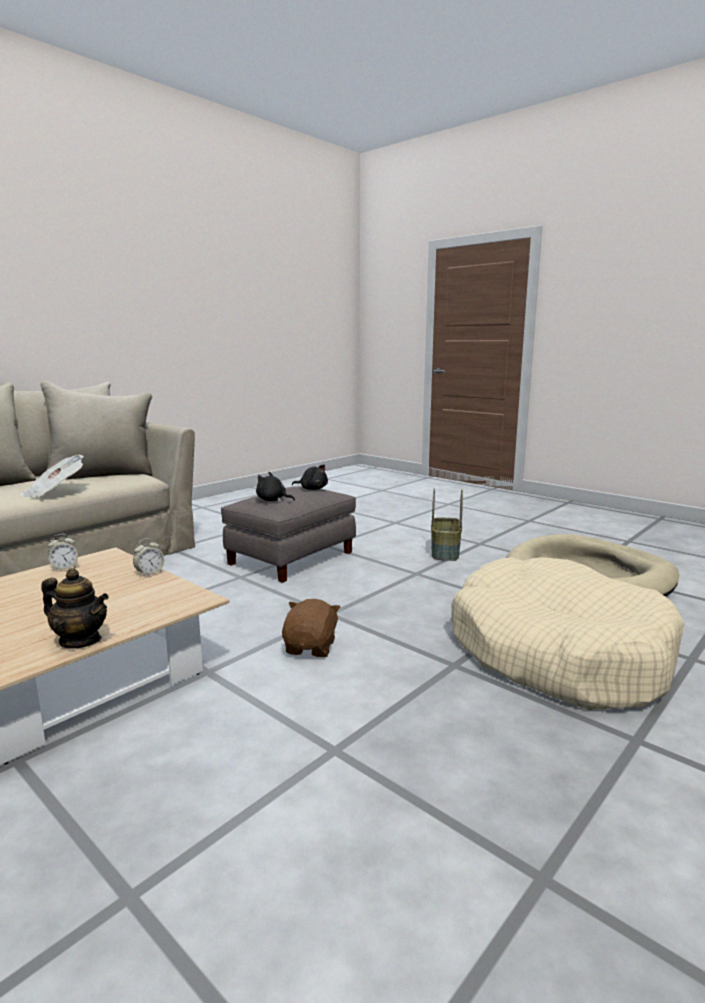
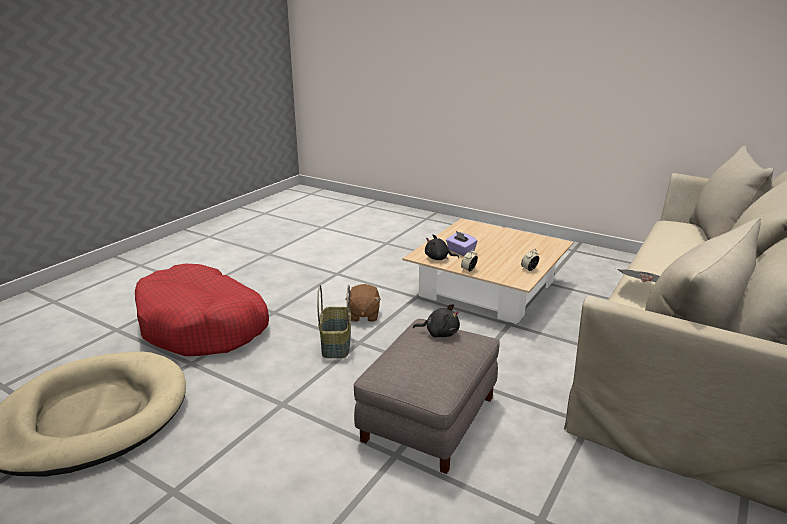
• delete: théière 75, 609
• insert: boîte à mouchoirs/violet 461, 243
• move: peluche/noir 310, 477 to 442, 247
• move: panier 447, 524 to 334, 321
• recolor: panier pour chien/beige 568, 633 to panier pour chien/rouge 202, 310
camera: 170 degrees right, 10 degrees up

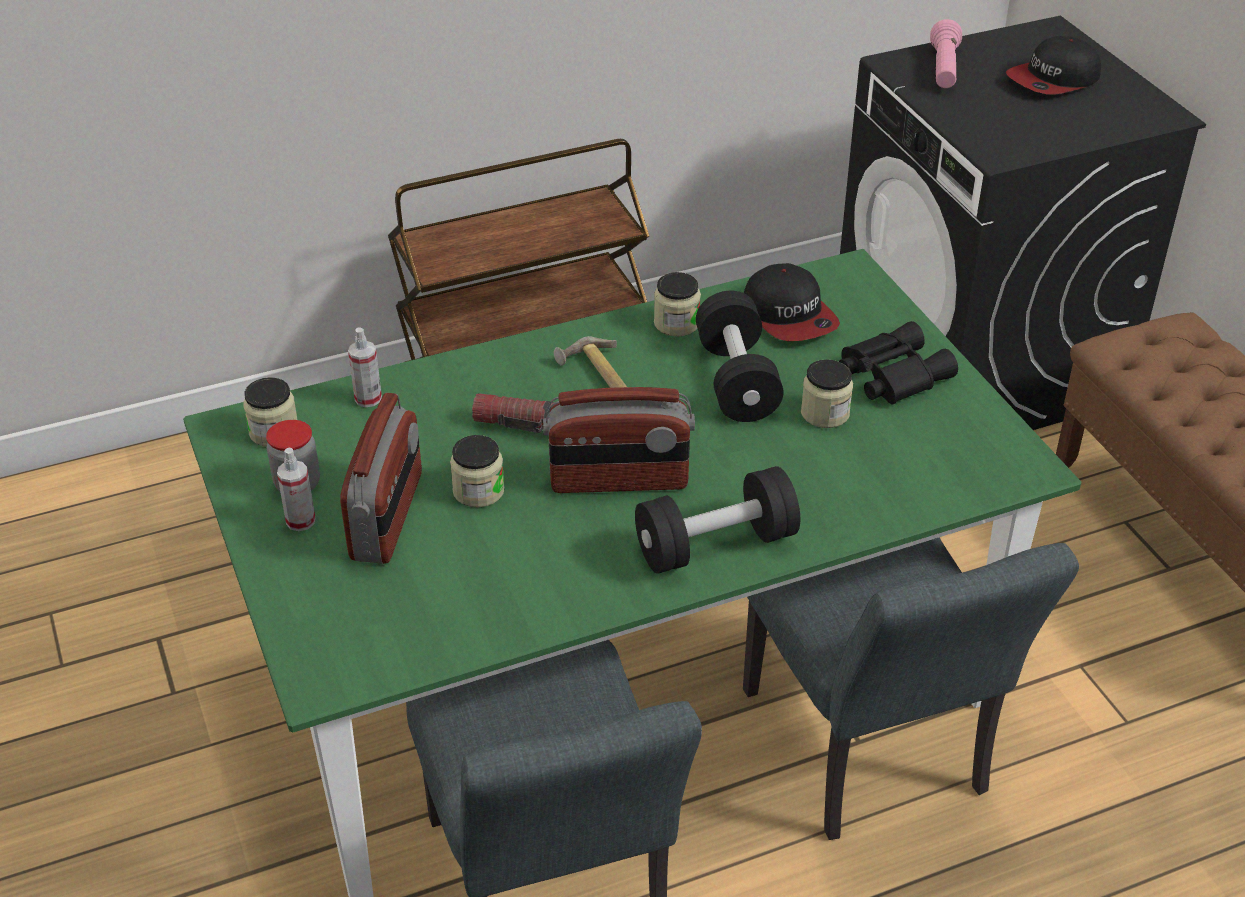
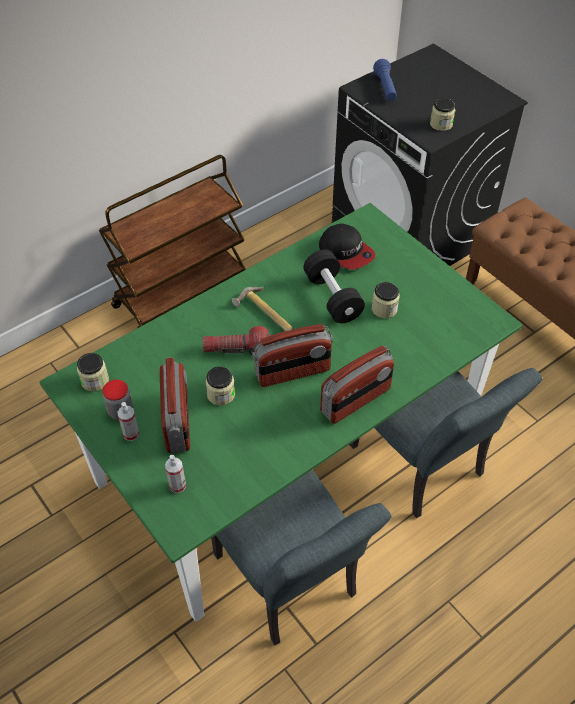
• delete: jumelles/noir 898, 362
• delete: casquette 1053, 65
• move: vaporisateur 365, 367 to 175, 474
• move: bocal 677, 304 to 442, 114
• replace: haltère/noir 717, 520 to radio 357, 385
• recolor: lampe de poche/rose 946, 53 to lampe de poche/bleu 385, 80
camera: 15 degrees left, 10 degrees up

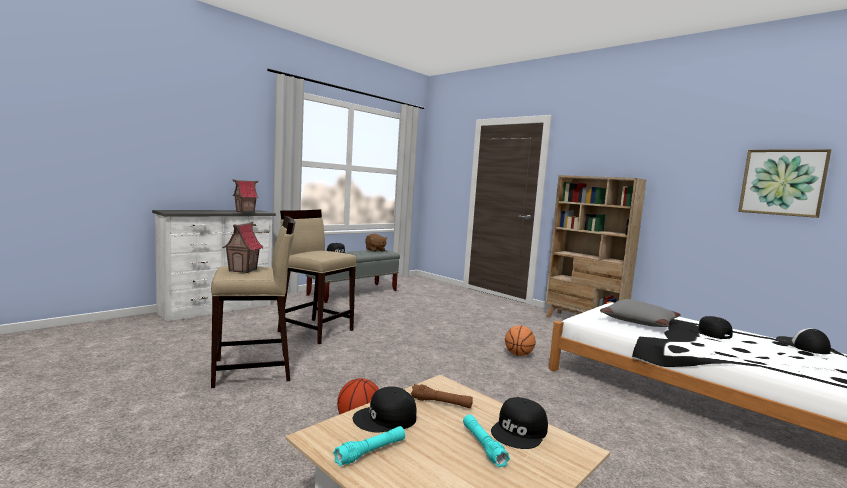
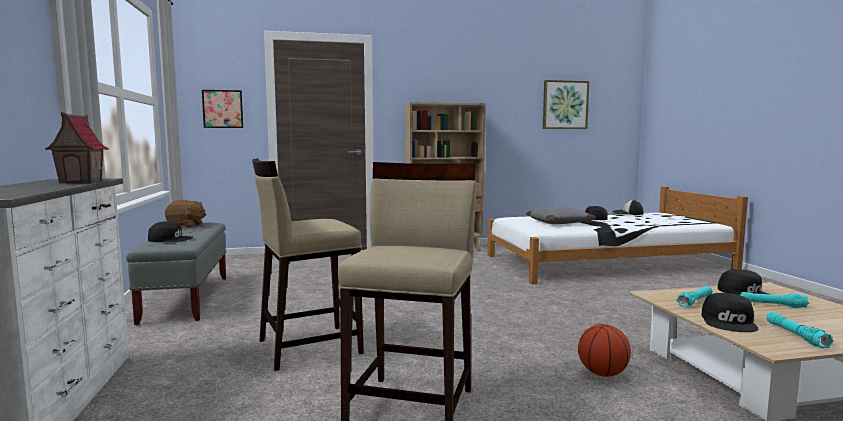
• delete: maison miniature 243, 247
• delete: ballon de basket 520, 340
• insert: tableau 222, 109
• recolor: lampe de poche/marron 442, 396 to lampe de poche/turquoise 694, 296
camera: 55 degrees left, 0 degrees up

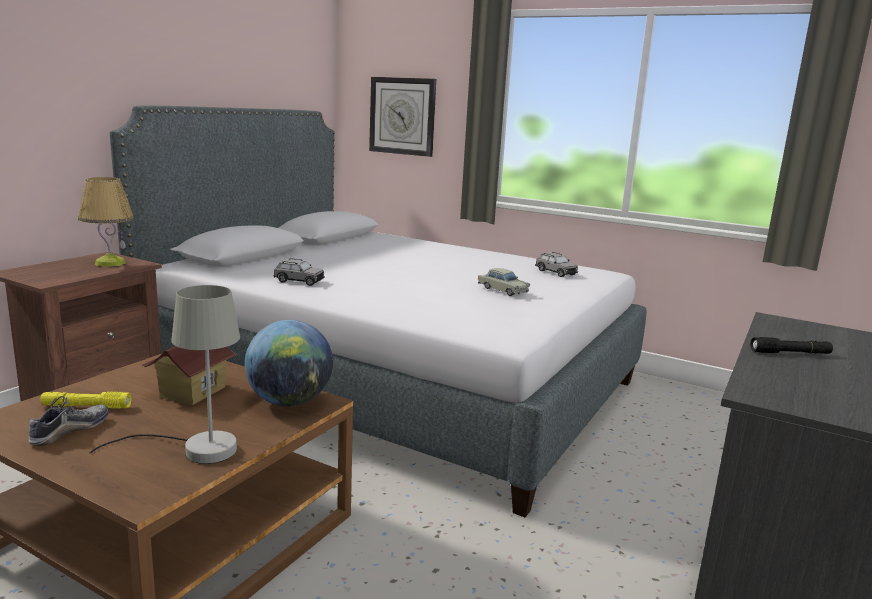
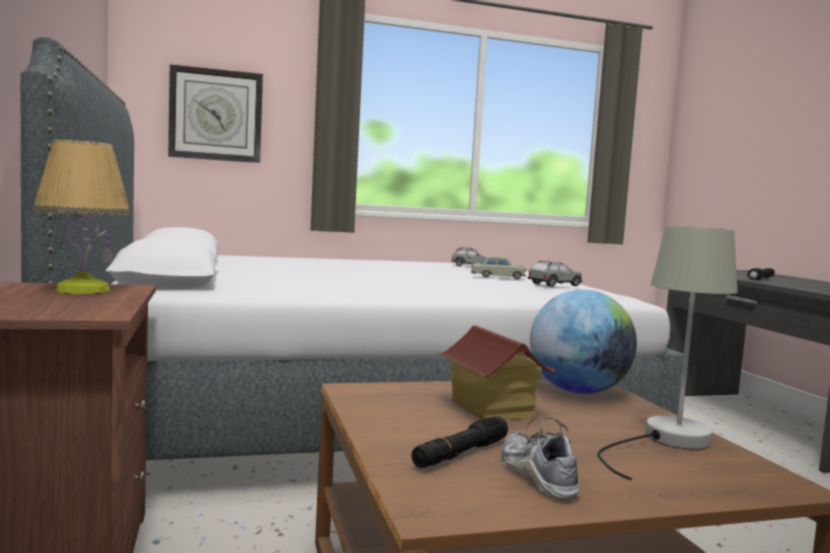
• move: petite voiture/gris 299, 272 to 554, 274
• recolor: lampe de poche/jaune 86, 400 to lampe de poche/noir 460, 442
camera: 45 degrees left, 10 degrees down

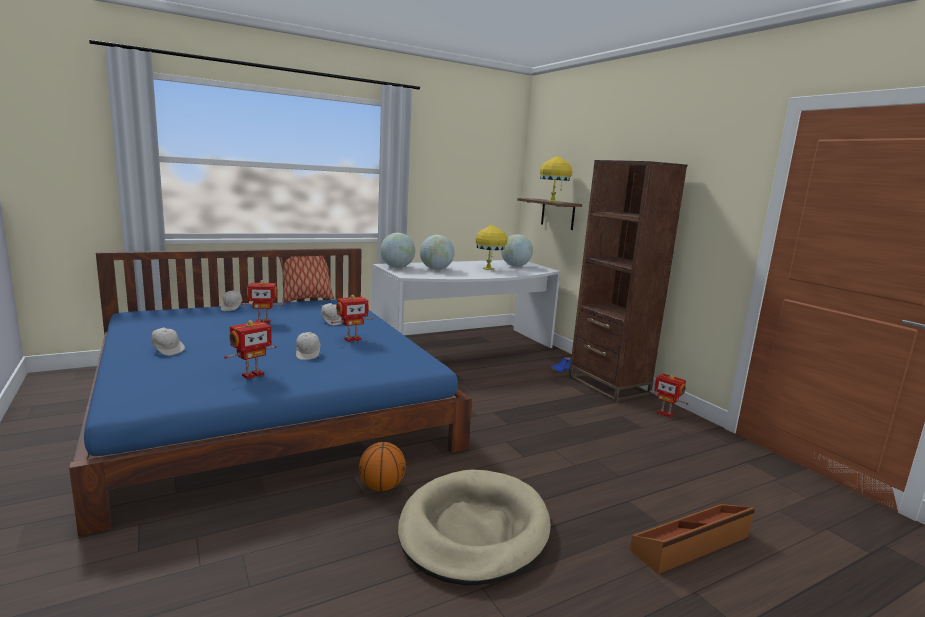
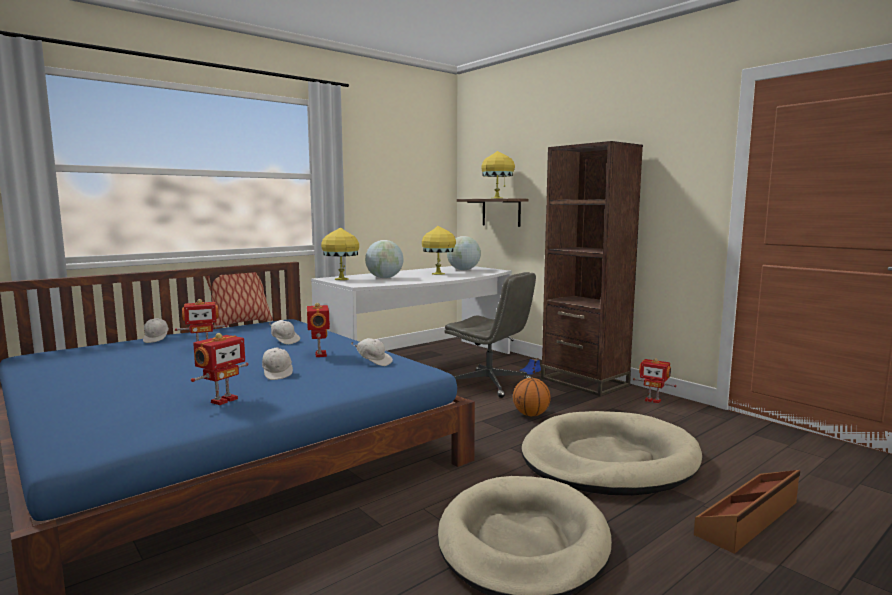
• insert: chaise de bureau/gris 490, 335
• insert: panier pour chien/beige 611, 453
• move: casquette/blanc 168, 342 to 372, 352
• move: ballon de basket 382, 466 to 532, 397
• replace: globe 397, 250 to lampe de table/jaune 340, 253
• rotate: robot jouet 352, 318 = 318, 330 60 degrees counterclockwise
camera: 10 degrees left, 5 degrees down

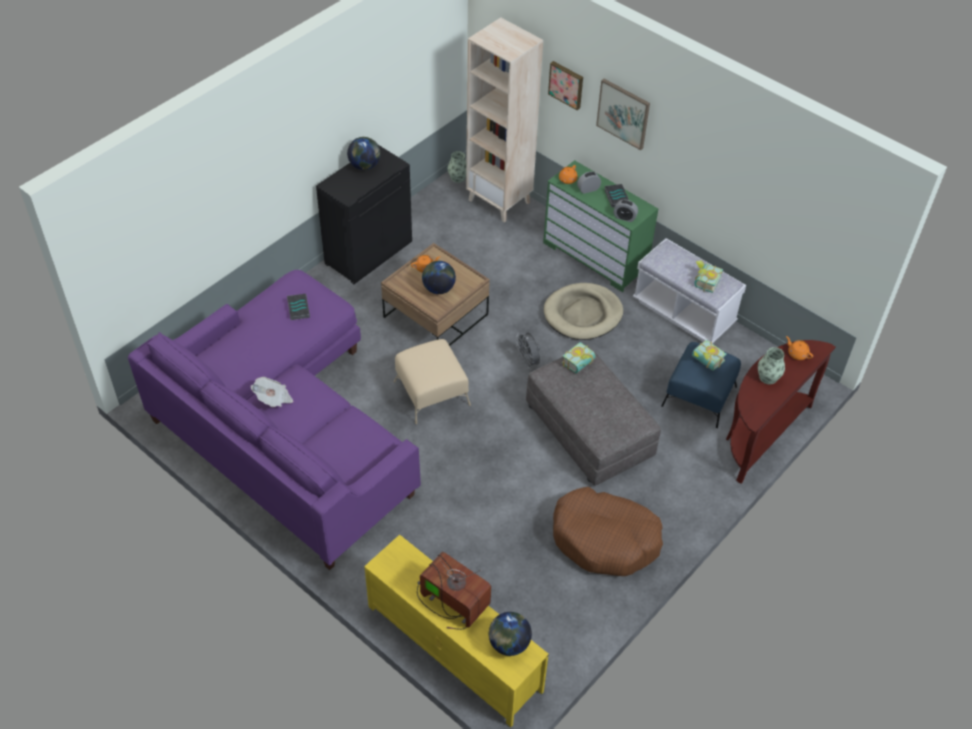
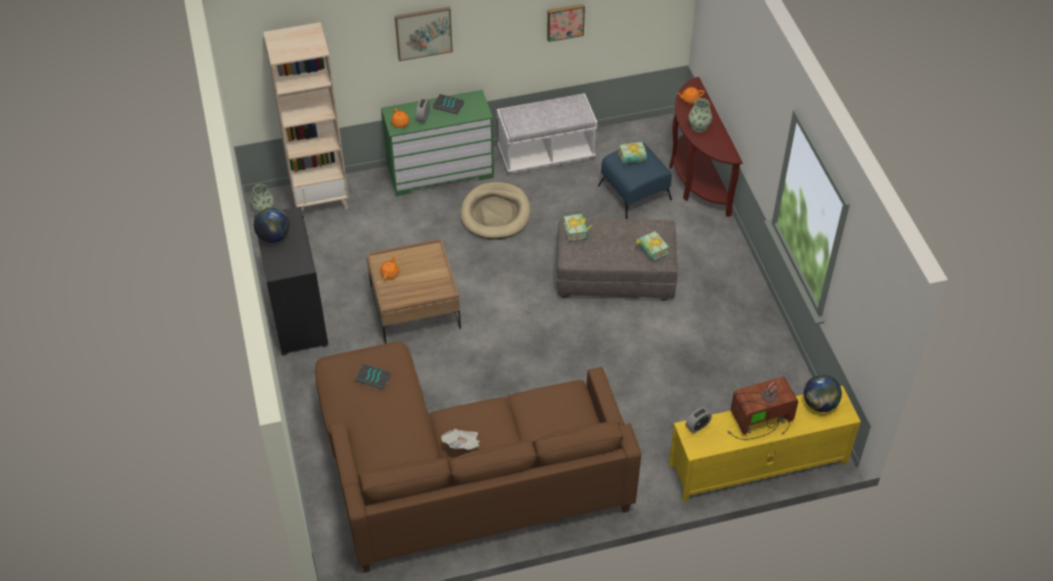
• delete: pouf/beige 432, 381
• delete: globe 439, 277
• delete: ventilateur/gris 528, 350
• delete: panier pour chien/marron 608, 531
• move: tableau 565, 85 to 566, 23
• move: réveil 626, 211 to 699, 420
• move: livre 708, 276 to 652, 246
• recolor: canapé/violet 274, 420 to canapé/marron 478, 457
camera: 55 degrees left, 0 degrees up

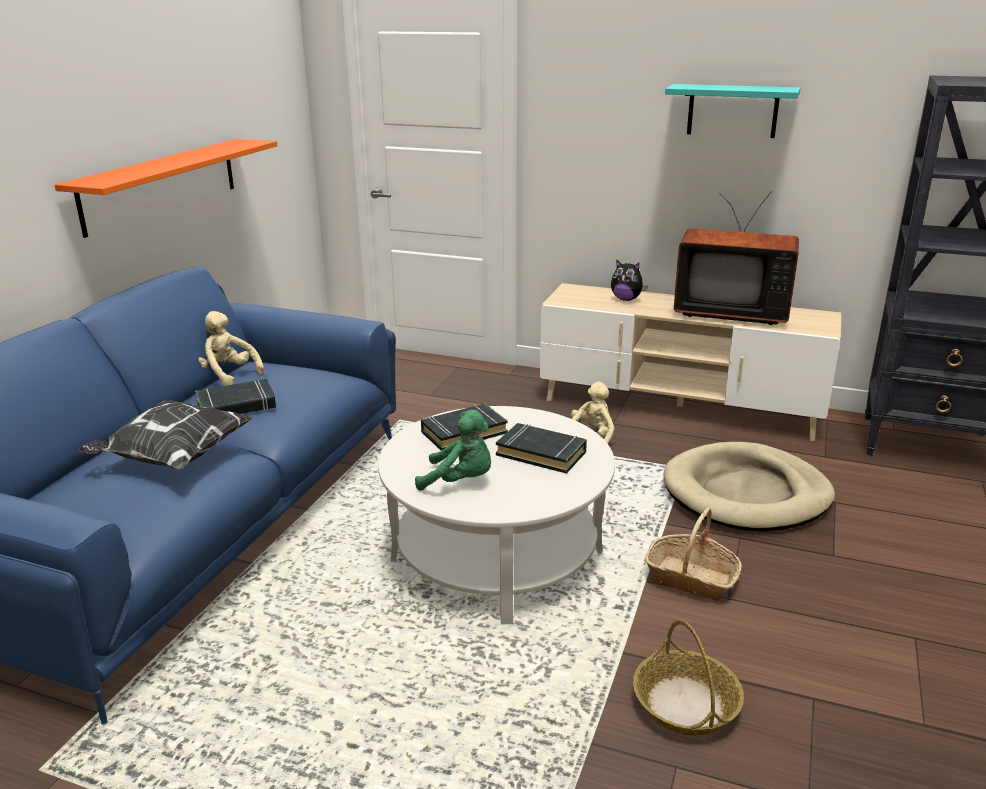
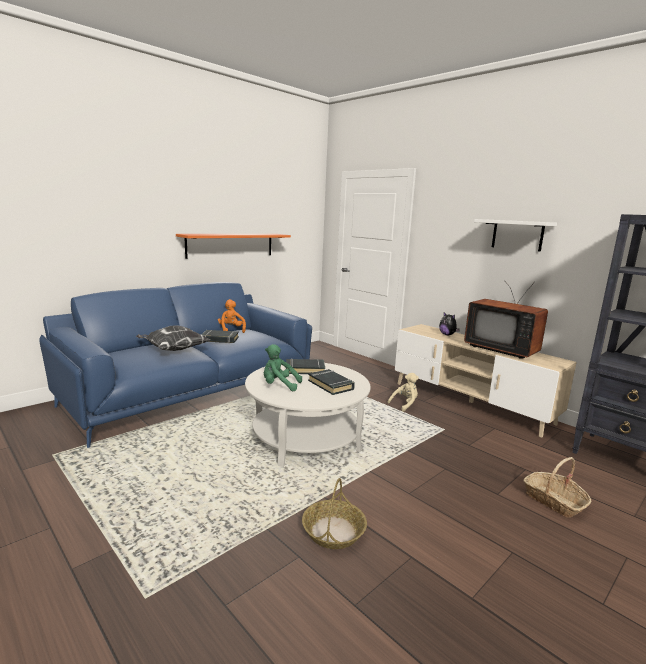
• delete: panier pour chien/beige 749, 487
• move: panier 693, 553 to 557, 487
• recolor: peluche/beige 231, 348 to peluche/orange 232, 316
• recolor: étagère/turquoise 732, 111 to étagère/blanc 515, 235
• rotate: peluche/vert 453, 450 = 283, 367 150 degrees clockwise
camera: 25 degrees right, 10 degrees down

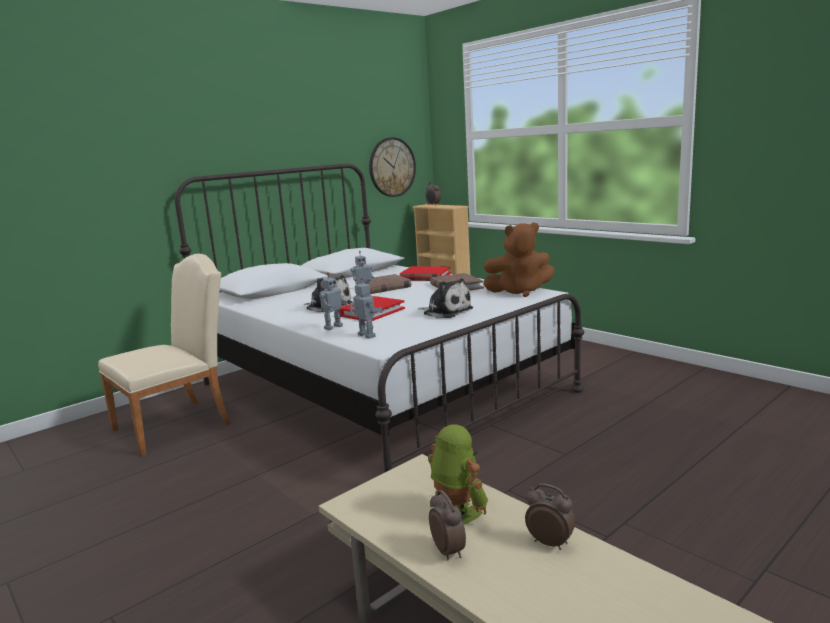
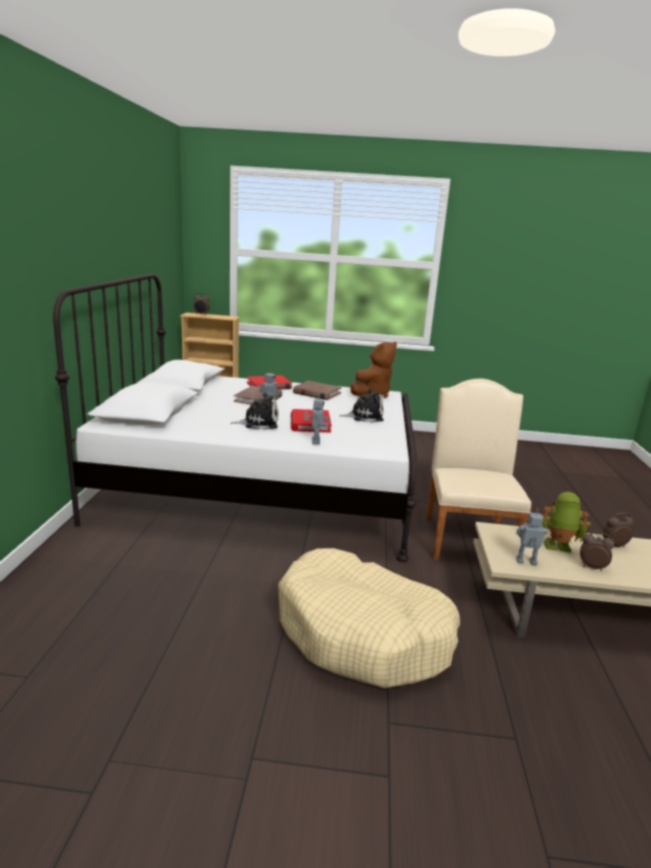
• delete: horloge murale 392, 167
• insert: panier pour chien/beige 369, 618
• move: chaise/beige 164, 355 to 478, 469
• move: robot jouet 366, 308 to 531, 537
camera: 45 degrees left, 5 degrees up

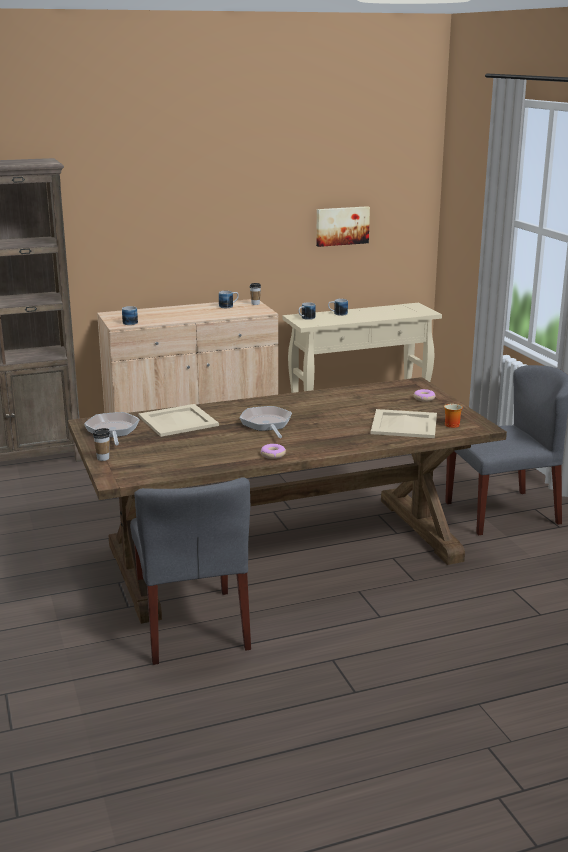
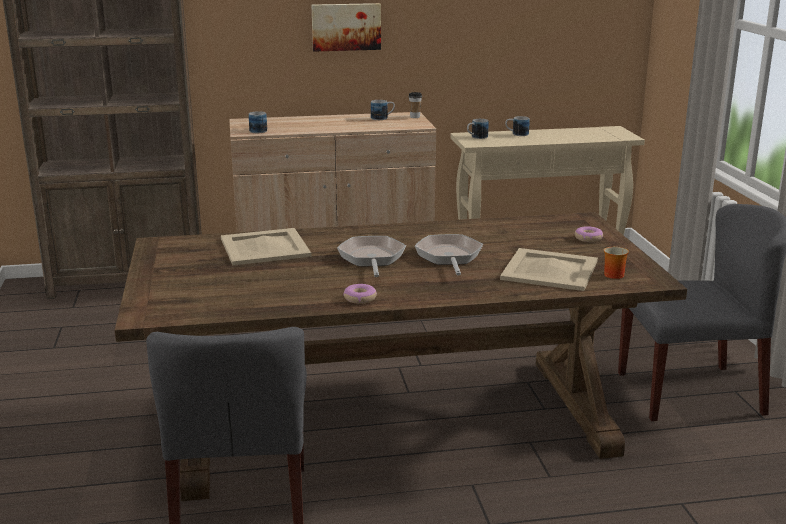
• delete: tasse 101, 444
• move: poêle 112, 428 to 449, 254
• move: tableau 343, 226 to 346, 27
camera: 10 degrees right, 0 degrees up

